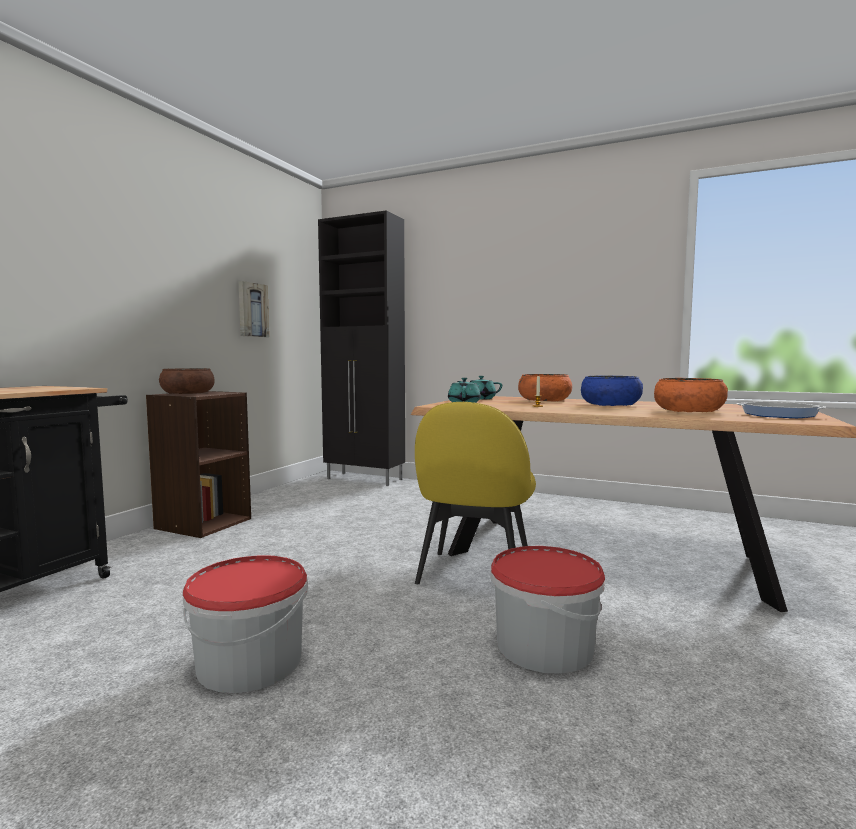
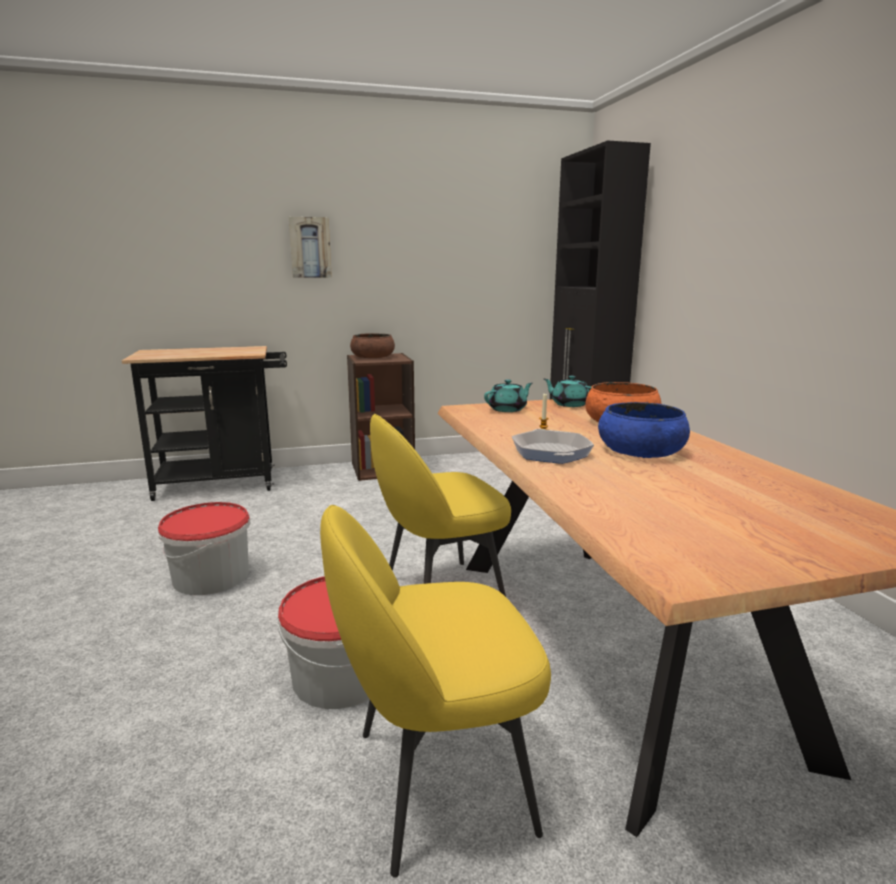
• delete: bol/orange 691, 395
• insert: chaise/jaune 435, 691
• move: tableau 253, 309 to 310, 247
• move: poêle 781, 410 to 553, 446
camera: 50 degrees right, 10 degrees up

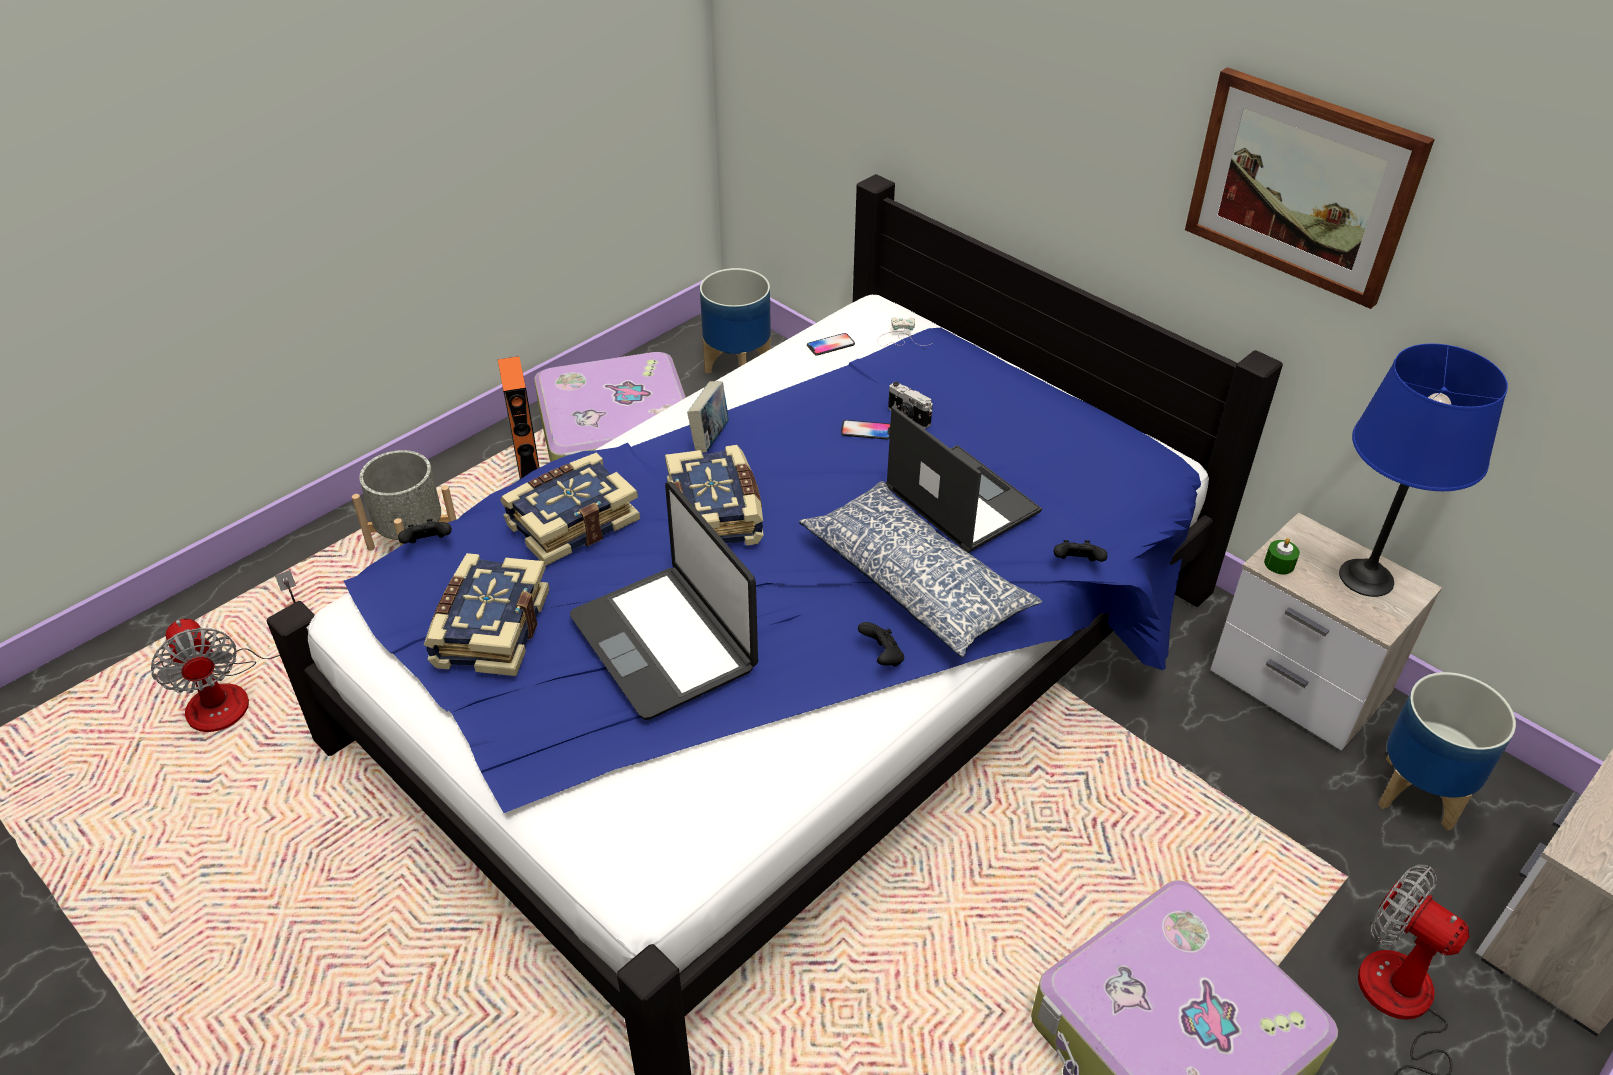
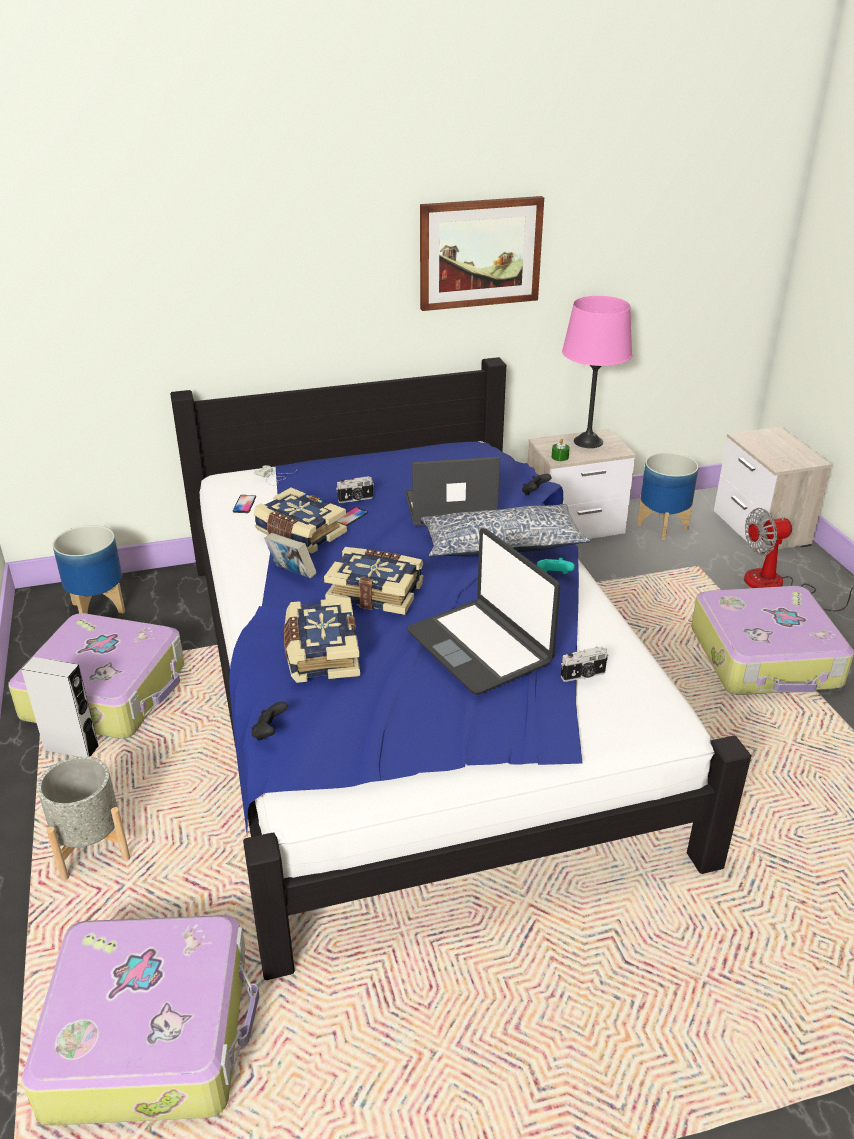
• insert: appareil photo 584, 664
• move: livre 486, 614 to 300, 521
• replace: ventilateur 223, 651 to valise 140, 1020
• recolor: enceinte/orange 519, 417 to enceinte/gris 59, 707
• recolor: manette/noir 881, 644 to manette/turquoise 556, 566
• recolor: lampe de table/bleu 1423, 470 to lampe de table/rose 597, 372
• rotate: ordinateur portable 664, 601 = 483, 611 60 degrees clockwise
camera: 60 degrees left, 10 degrees down

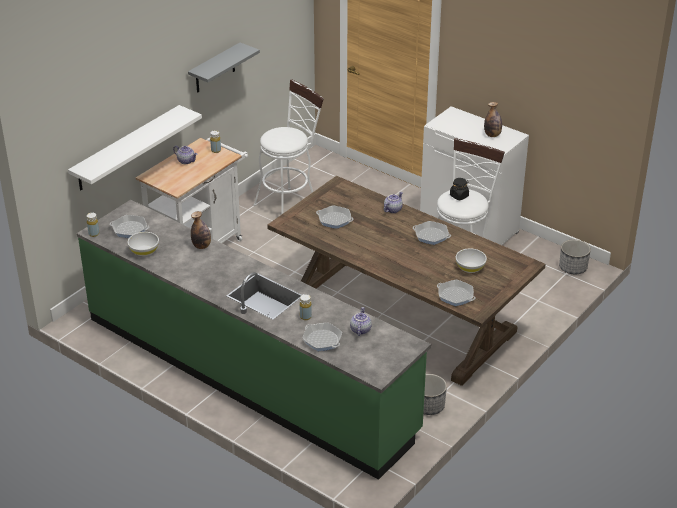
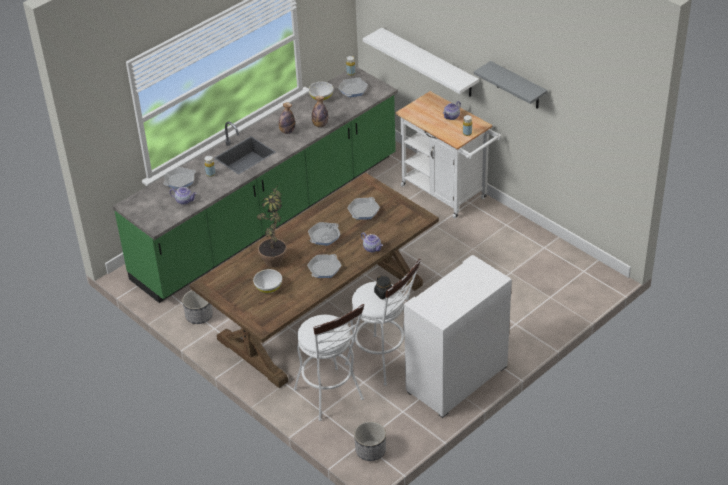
• insert: plante en pot 272, 226
• move: tabouret/blanc 289, 147 to 328, 362
• move: poêle 456, 293 to 324, 233
• move: bouteille 493, 119 to 287, 118
camera: 100 degrees right, 5 degrees up

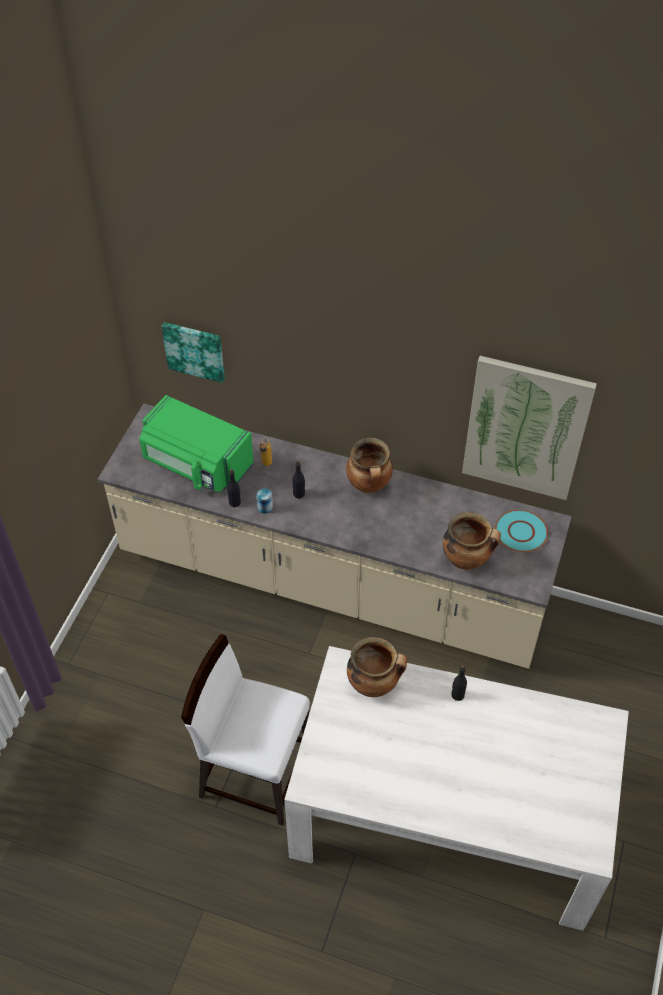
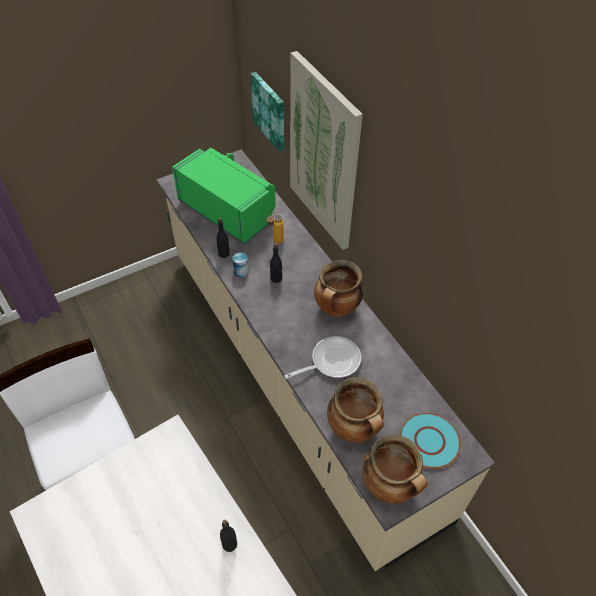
• insert: poêle 323, 357
• move: marmite 377, 667 to 395, 468
• move: tableau 529, 428 to 326, 150
• rotate: micro-ondes/vert 196, 443 = 224, 196 150 degrees clockwise
camera: 40 degrees right, 0 degrees up

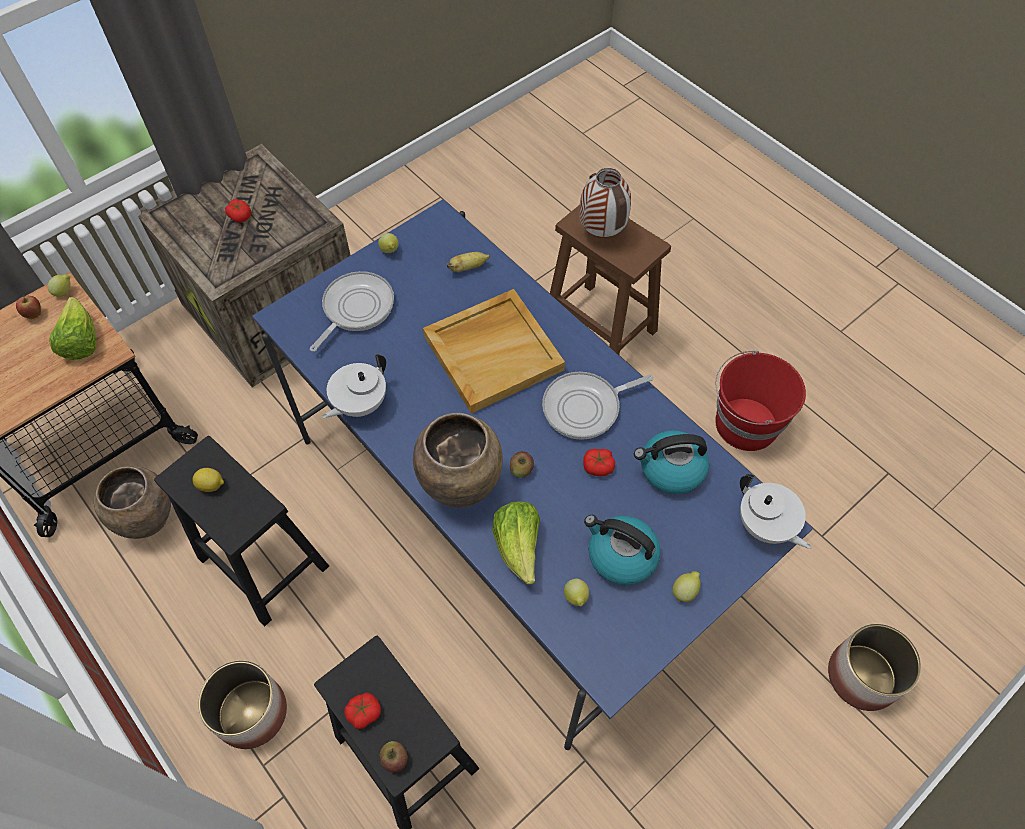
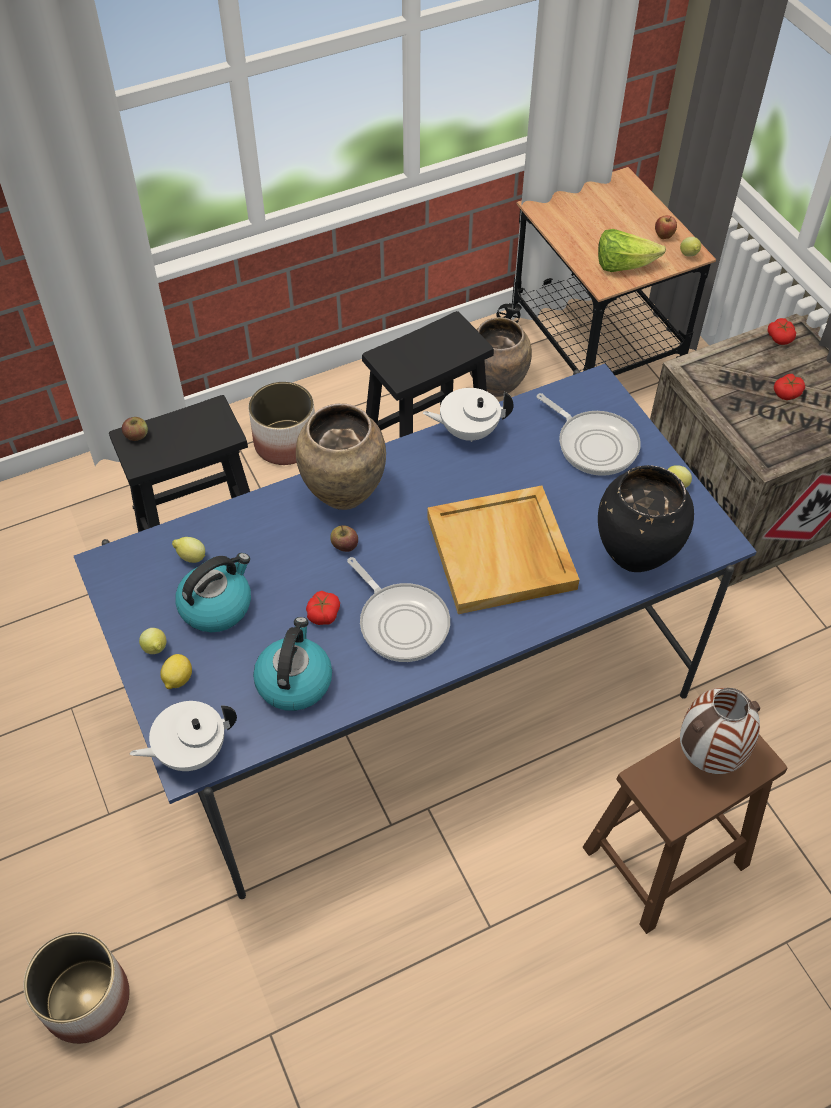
• delete: laitue 516, 543
• delete: seau/rouge 760, 401
• move: citron 208, 480 to 176, 671
• move: tomate 363, 711 to 782, 331
• replace: banane 468, 262 to vase/noir 646, 518
• rotate: théière/blanc 354, 386 = 468, 415 60 degrees counterclockwise
• rotate: poêle 598, 406 = 398, 609 150 degrees clockwise
camera: 105 degrees right, 5 degrees down

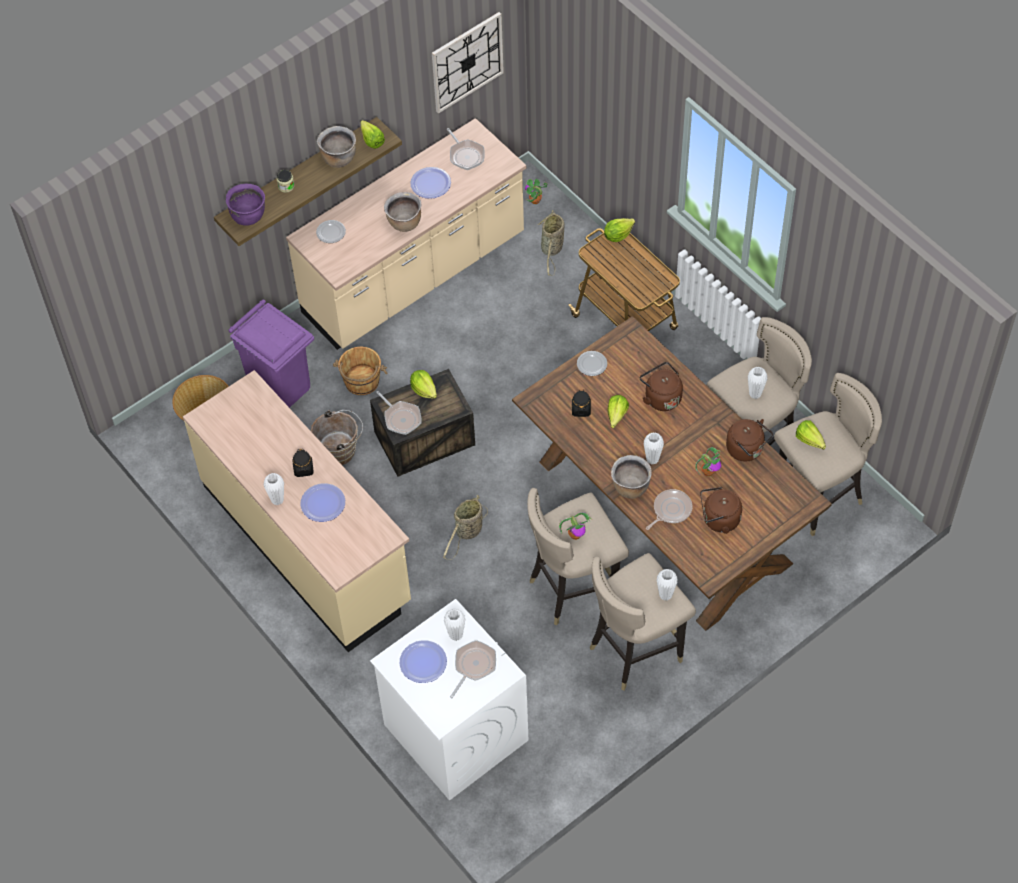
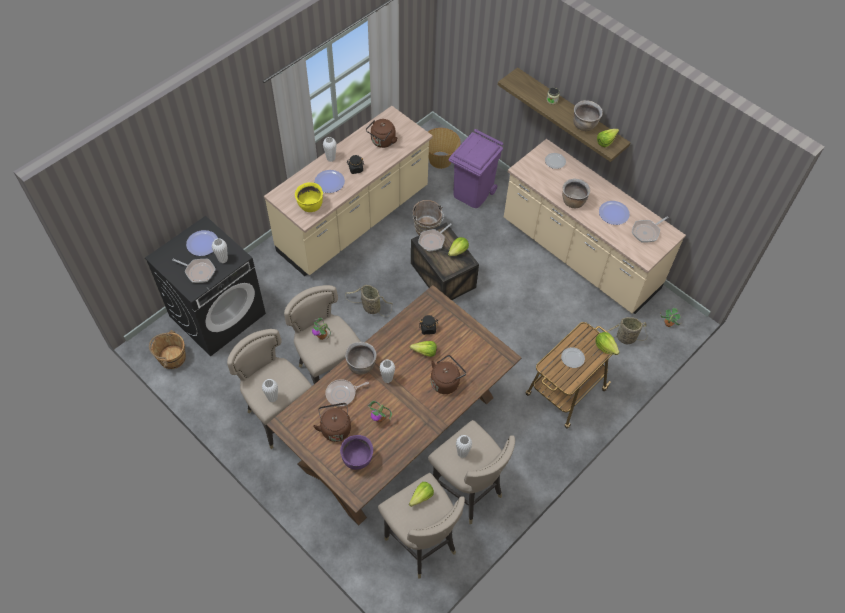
• delete: horloge murale 468, 63
• insert: marmite/jaune 309, 197
• move: marmite/violet 245, 205 to 356, 452
• move: seau/marron 360, 371 to 167, 349
• move: assiette 592, 363 to 573, 357
• move: bouilloire/marron 749, 440 to 382, 133
• recolor: lave-linge/blanc 449, 700 to lave-linge/noir 205, 286
• rotate: poêle 669, 509 = 347, 393 120 degrees clockwise
camera: 80 degrees right, 0 degrees up

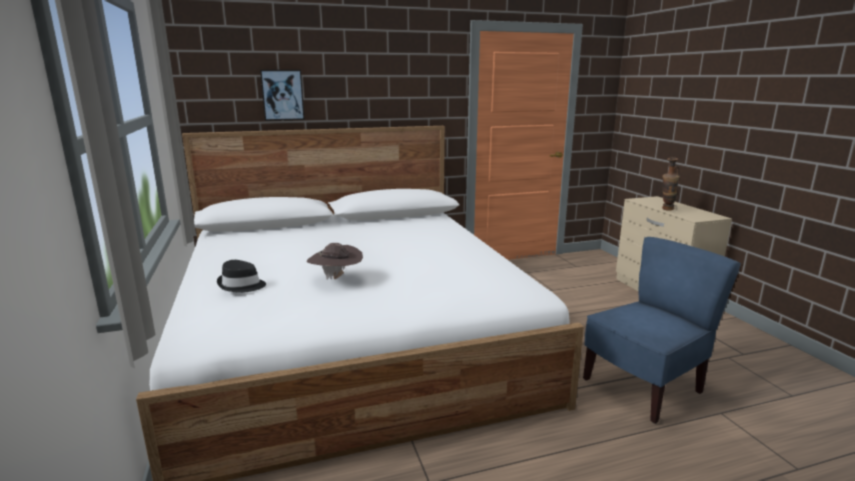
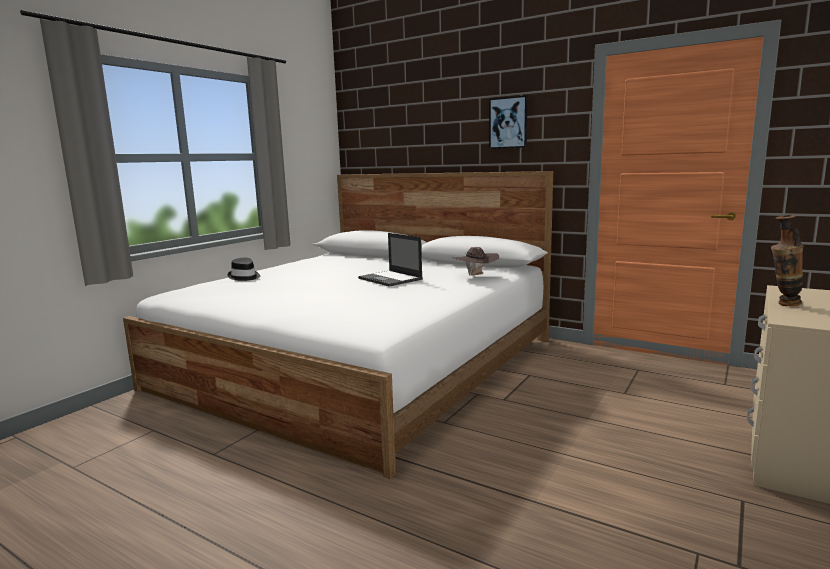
• delete: chaise/bleu 662, 330
• insert: ordinateur portable 390, 260
• move: tableau 282, 95 to 508, 122
• move: chapeau/marron 335, 261 to 475, 261
camera: 50 degrees right, 5 degrees down

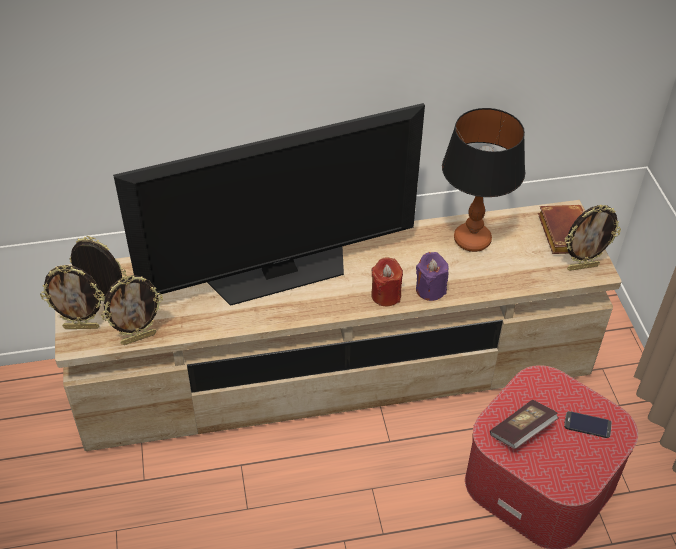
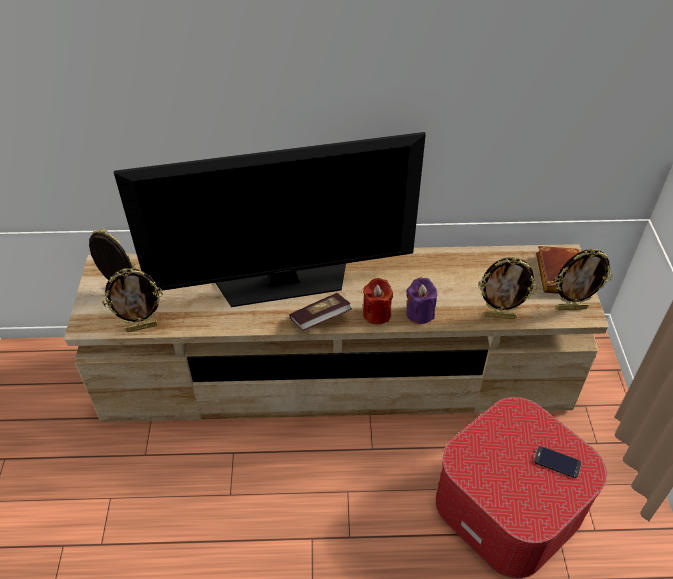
• delete: lampe de table 483, 180
• move: cadre photo 72, 297 to 507, 288
• move: livre 524, 424 to 320, 311
camera: 10 degrees right, 0 degrees up

